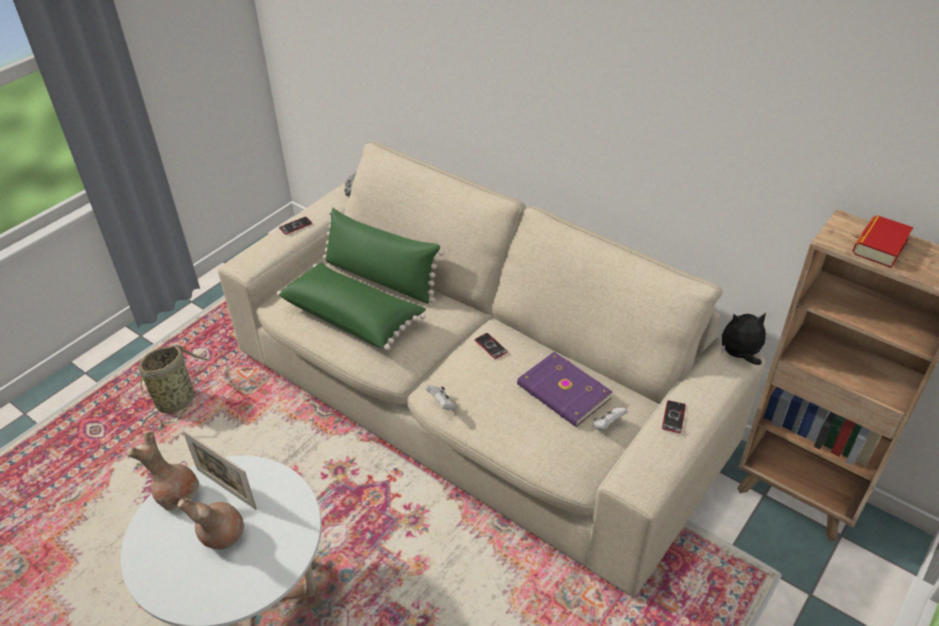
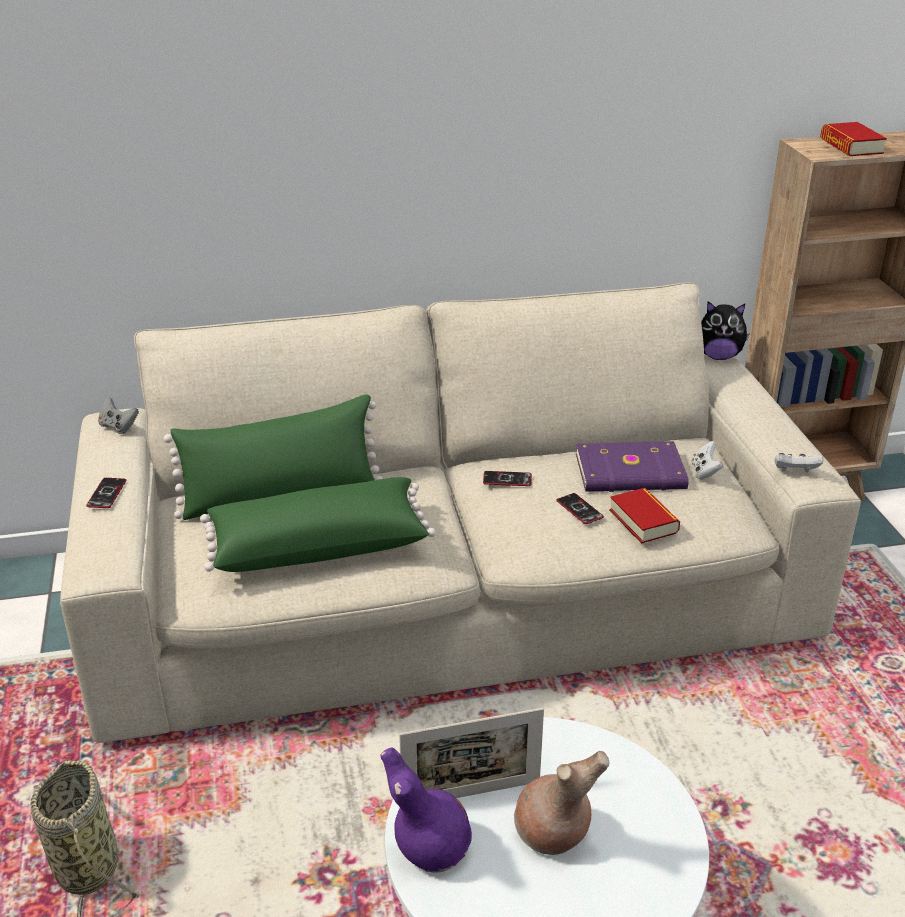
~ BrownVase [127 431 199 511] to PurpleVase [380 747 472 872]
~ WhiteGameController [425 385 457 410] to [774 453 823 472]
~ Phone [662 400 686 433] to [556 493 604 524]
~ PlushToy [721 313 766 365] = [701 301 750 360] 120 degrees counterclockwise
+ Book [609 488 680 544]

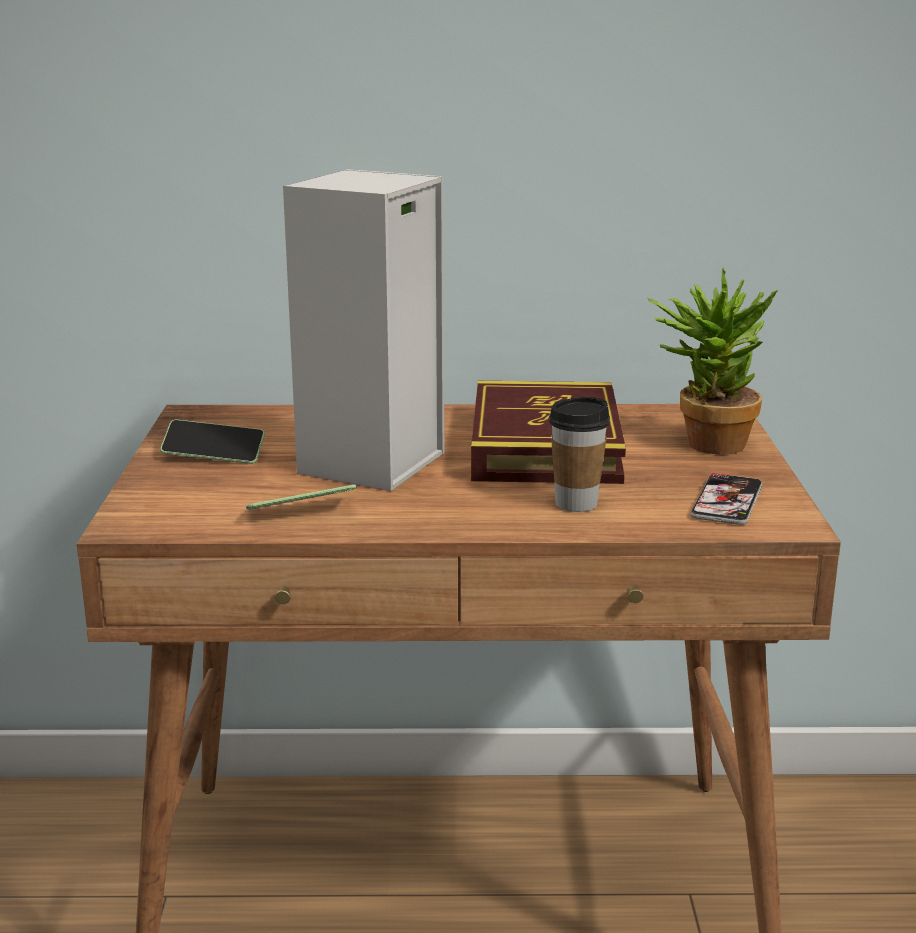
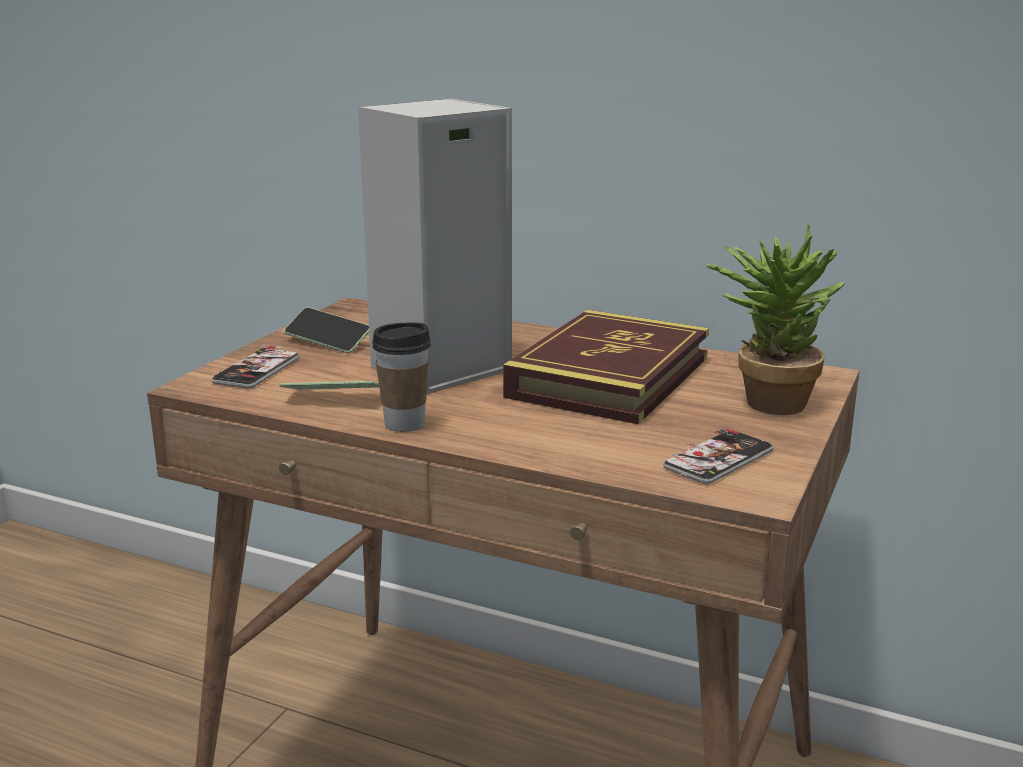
~ Cup [549 397 610 512] to [372 322 431 432]
+ Phone [211 345 299 388]

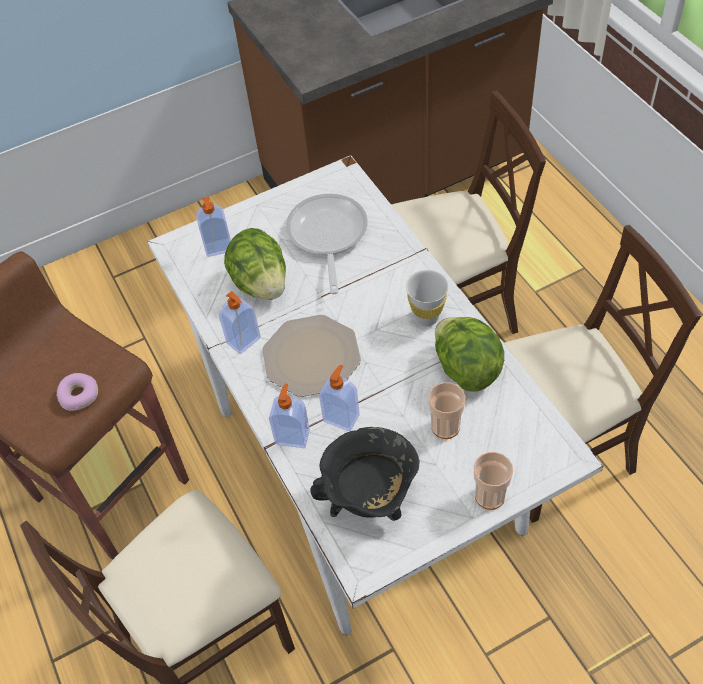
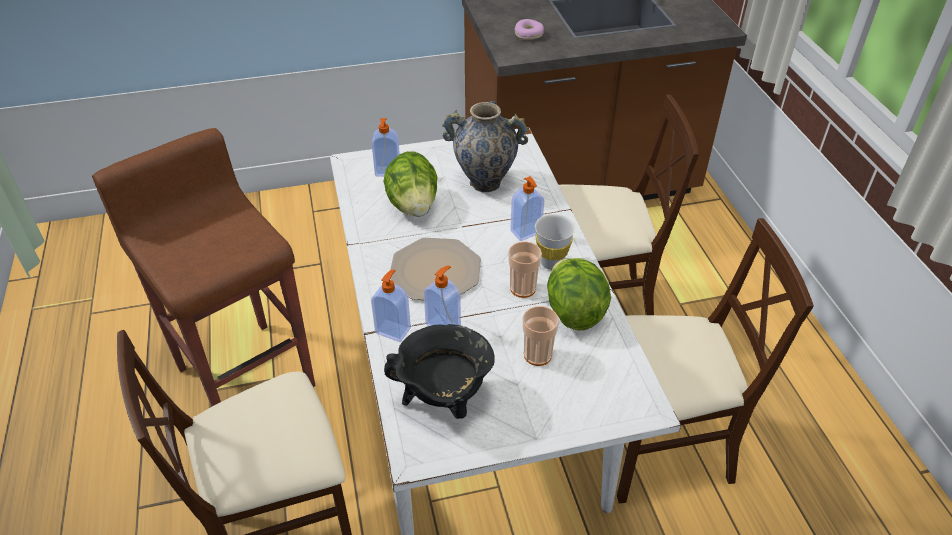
~ Donut [57 373 98 411] to [514 19 544 40]
~ SoapDispenser [219 291 261 354] to [510 176 544 241]
~ FryingPan [286 194 368 294] to Vase [442 101 529 192]
~ Cup [474 452 513 510] to [508 241 542 298]

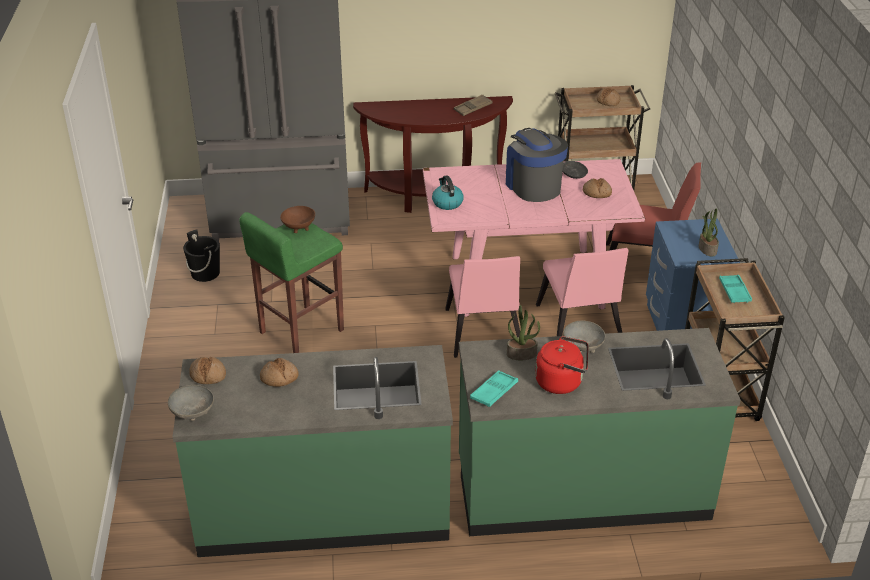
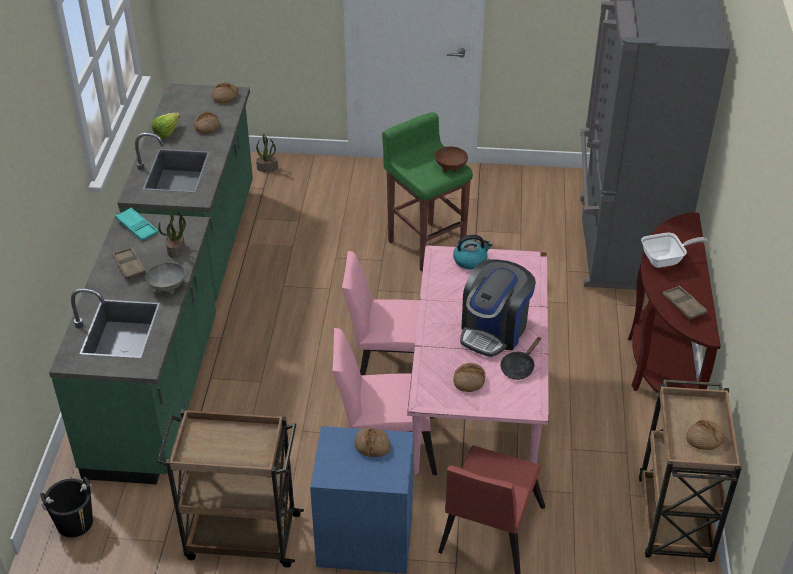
- GreyBowl [168 385 214 421]
~ BlackBucket [183 229 220 282] to [40 476 93 537]
~ CoffeeMachine [506 128 568 202] = [460 260 536 357] 135 degrees clockwise
~ RedKettle [535 336 588 394] to BrownTray [112 247 146 279]
~ PottedPlant [699 208 719 257] to [256 133 278 172]
- TurquoiseTray [719 275 752 303]
+ Lettuce [152 113 180 138]
+ Bread [355 427 390 457]
+ FryingPan [641 233 708 268]

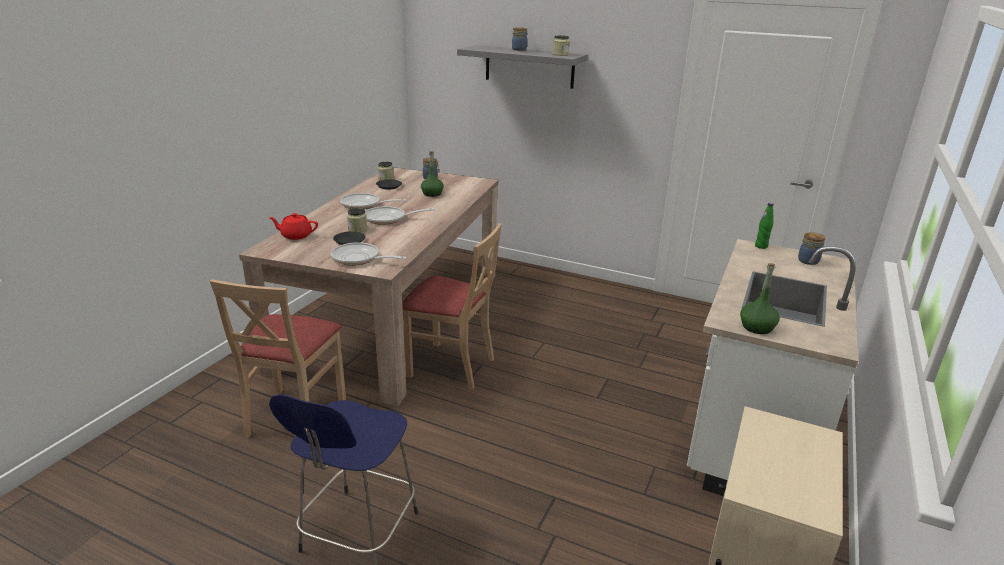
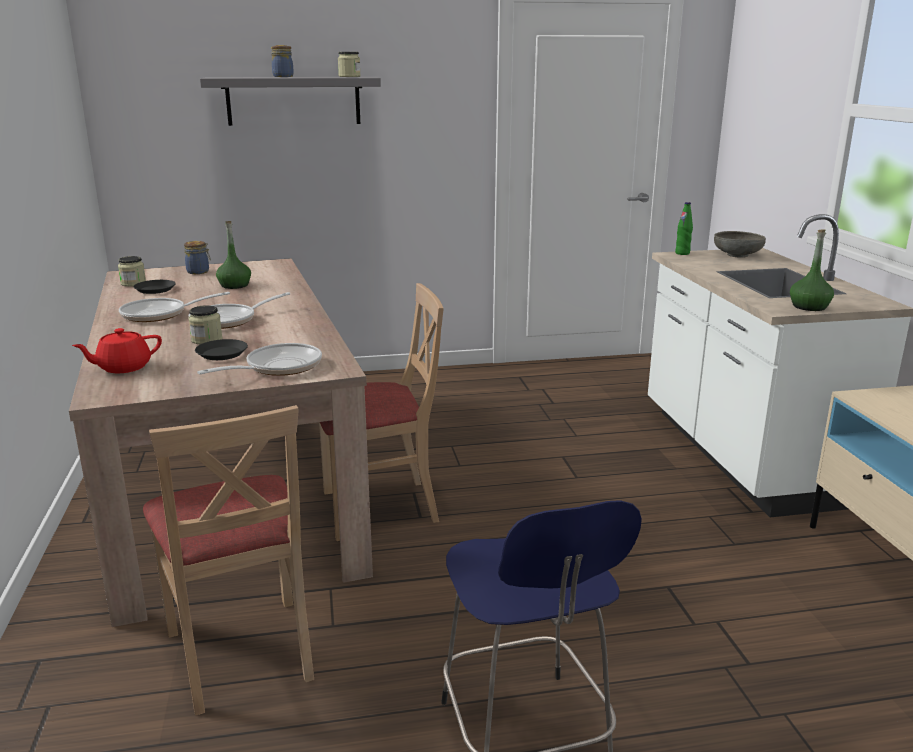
~ FryingPan [331 242 407 266] = [197 343 322 376] 150 degrees clockwise
~ Jar [798 232 825 265] to GreyBowl [714 231 766 258]

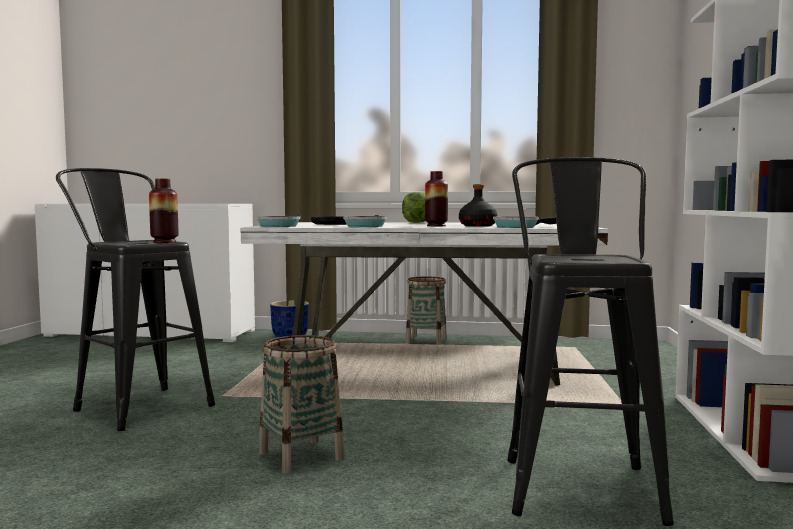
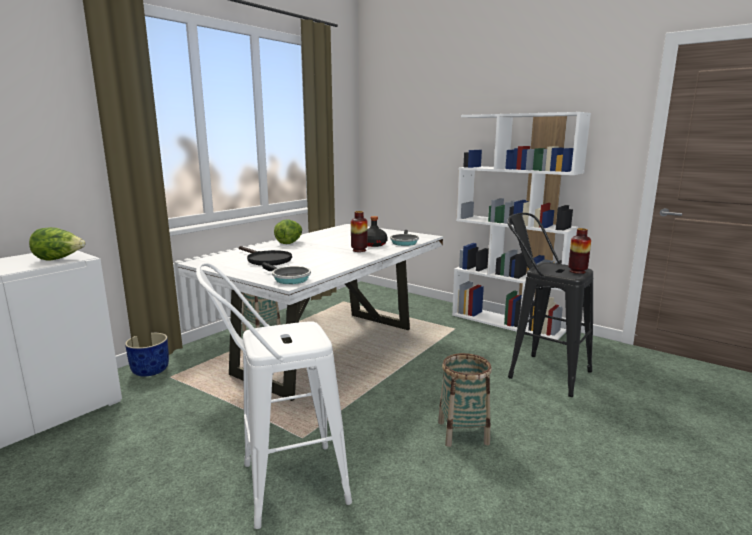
~ BlackStool [56 168 215 431] to WhiteStool [196 263 352 529]
~ Vase [149 178 178 243] to [568 228 591 274]
- FryingPan [343 215 387 227]
+ Lettuce [29 227 85 260]

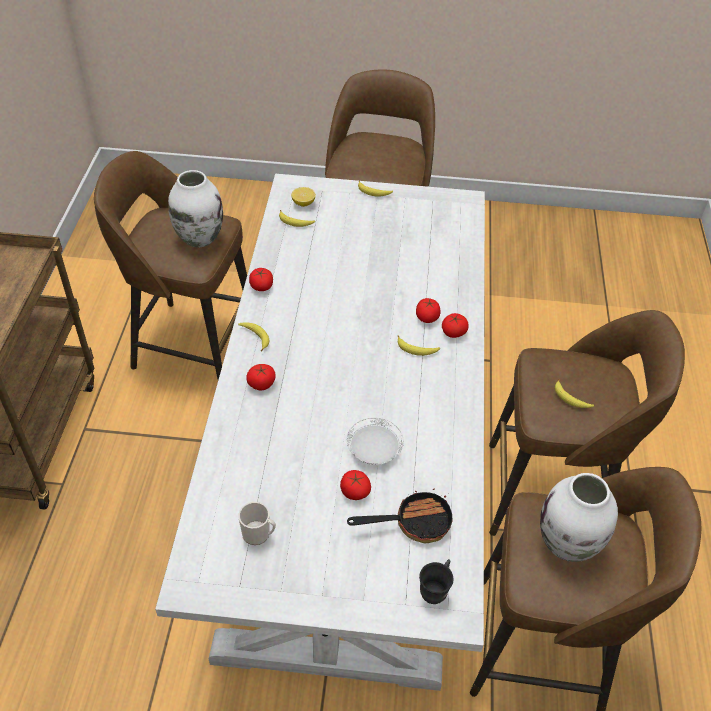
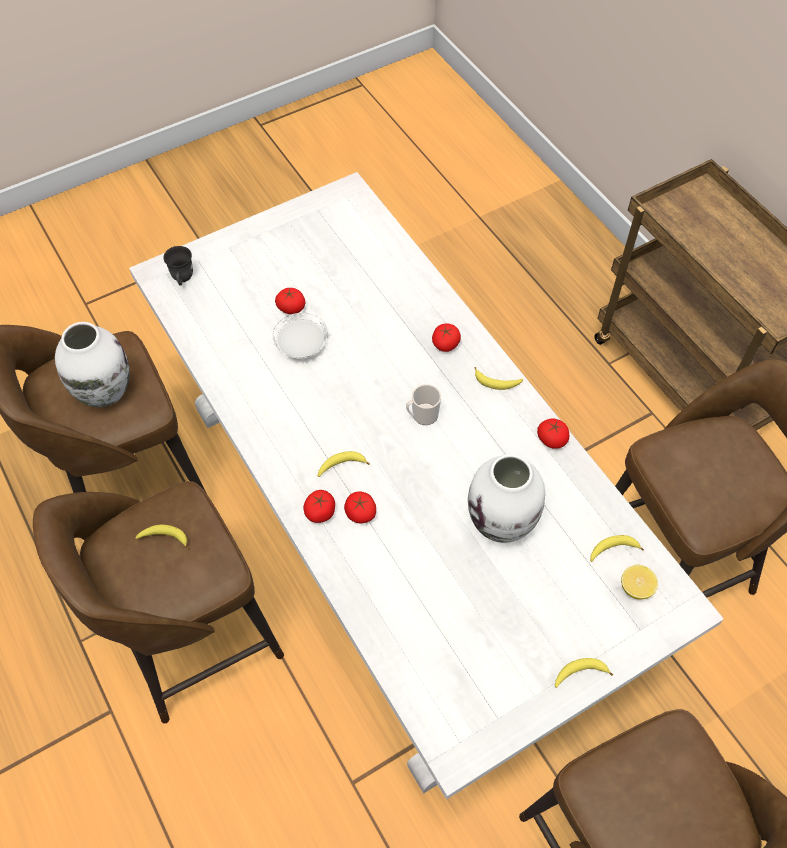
~ WhiteVase [168 170 223 248] to [468 454 545 543]
~ Mug [238 502 276 545] to [406 384 441 425]
- FryingPan [347 488 453 543]

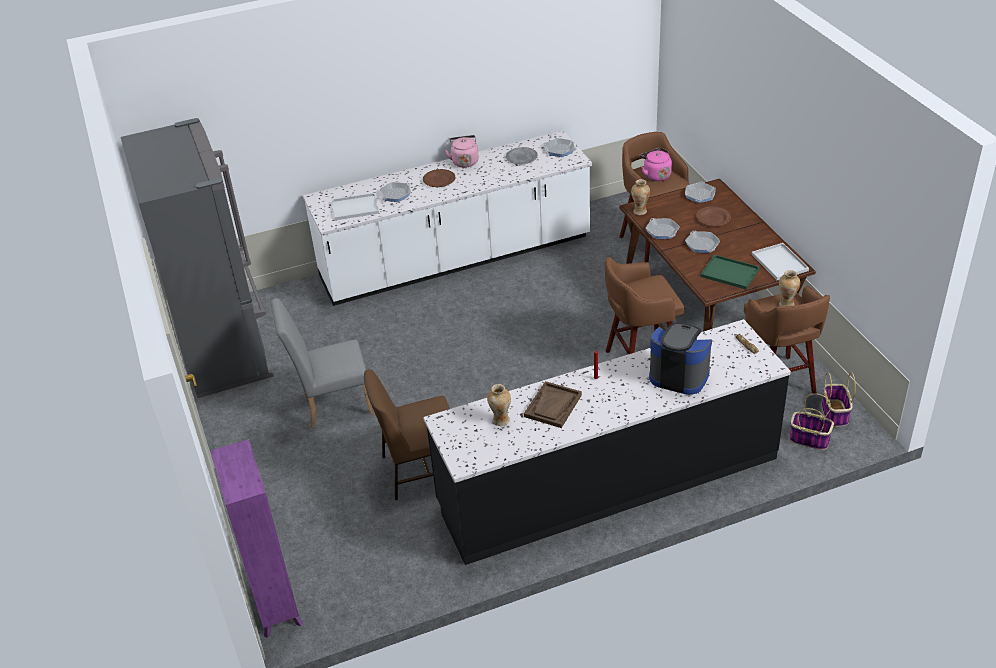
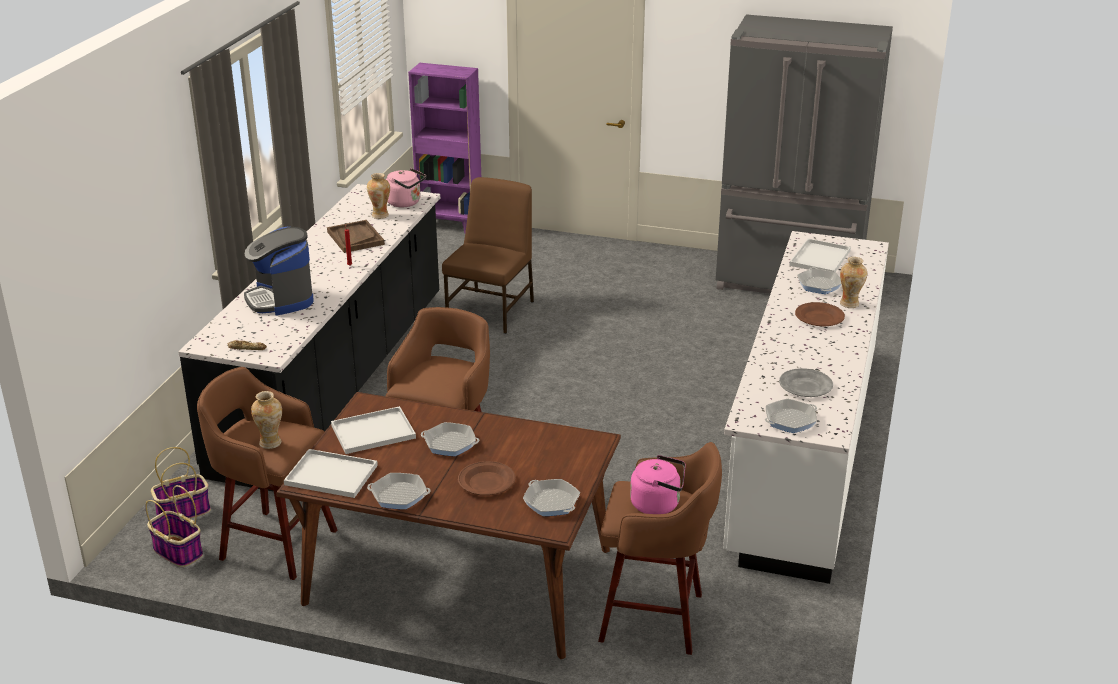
- GreyChair [271 298 374 428]
~ PinkKettle [445 135 479 168] to [386 168 426 207]
~ Vase [631 179 650 215] to [840 257 867 308]
~ FryingPan [646 218 680 239] to [367 473 431 509]
~ CoffeeMachine [649 323 712 395] = [244 227 314 316] 90 degrees clockwise
~ GreenTray [700 254 760 290] to WhiteTray [331 406 416 454]

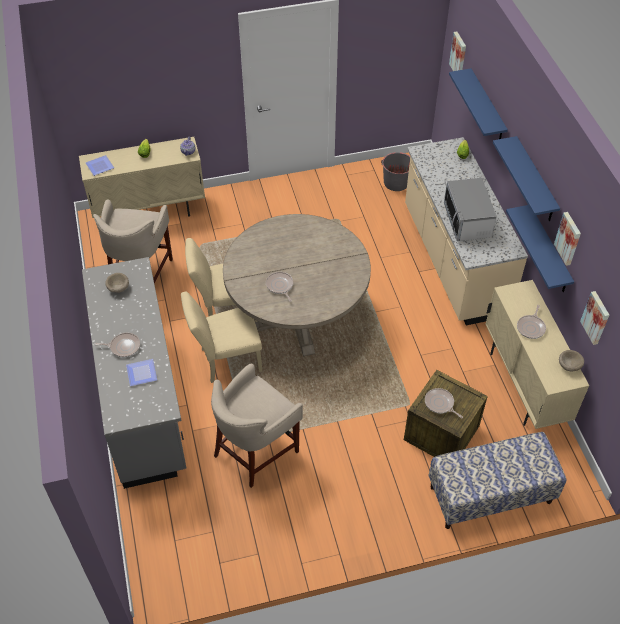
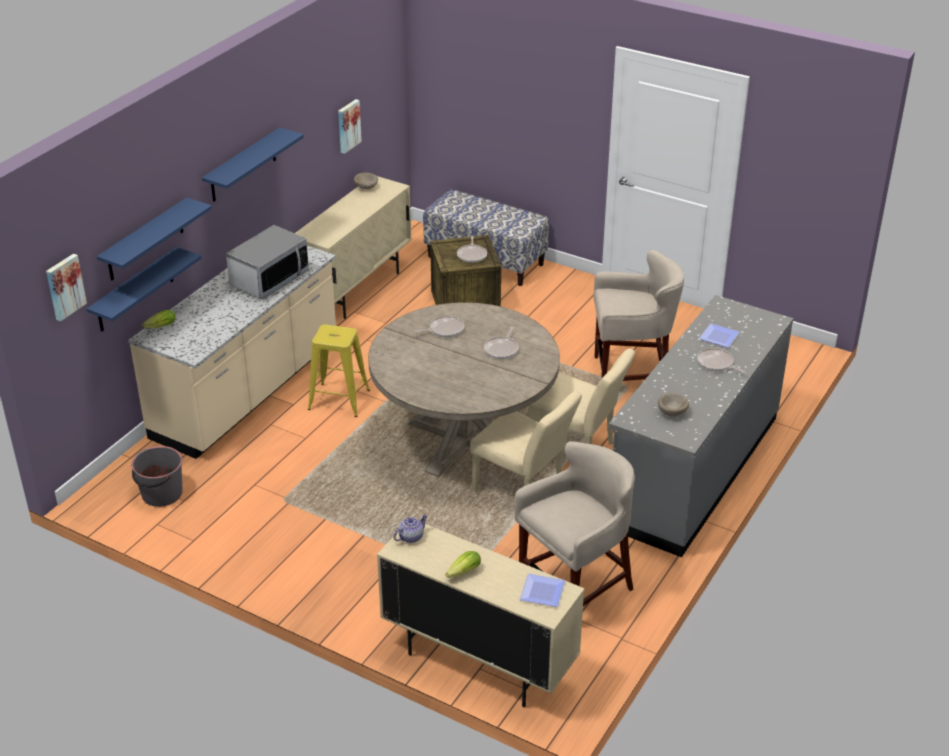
~ BlueShelf [506 205 574 292] to [87 247 201 331]
~ FryingPan [517 305 546 339] to [414 316 464 337]
- Picture [554 212 581 266]
+ YellowStool [308 324 370 417]

